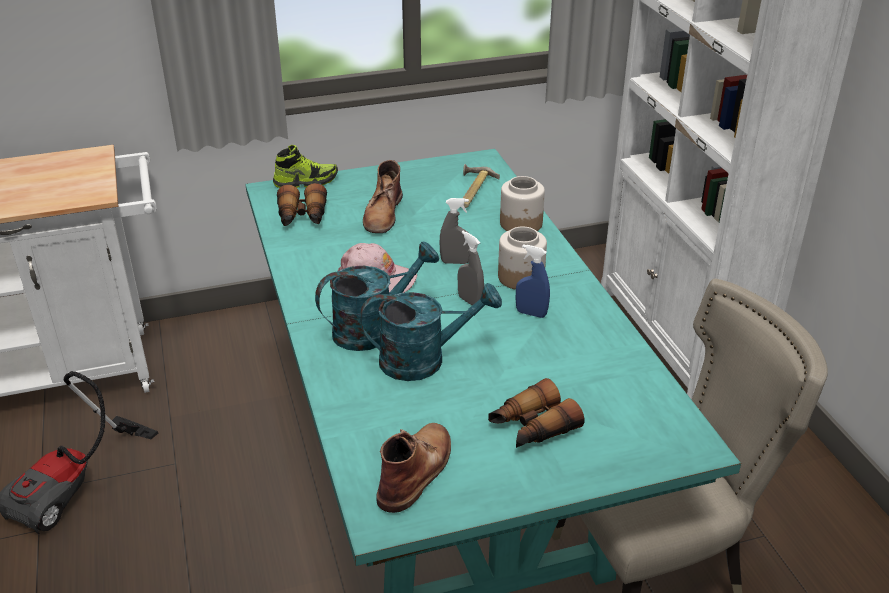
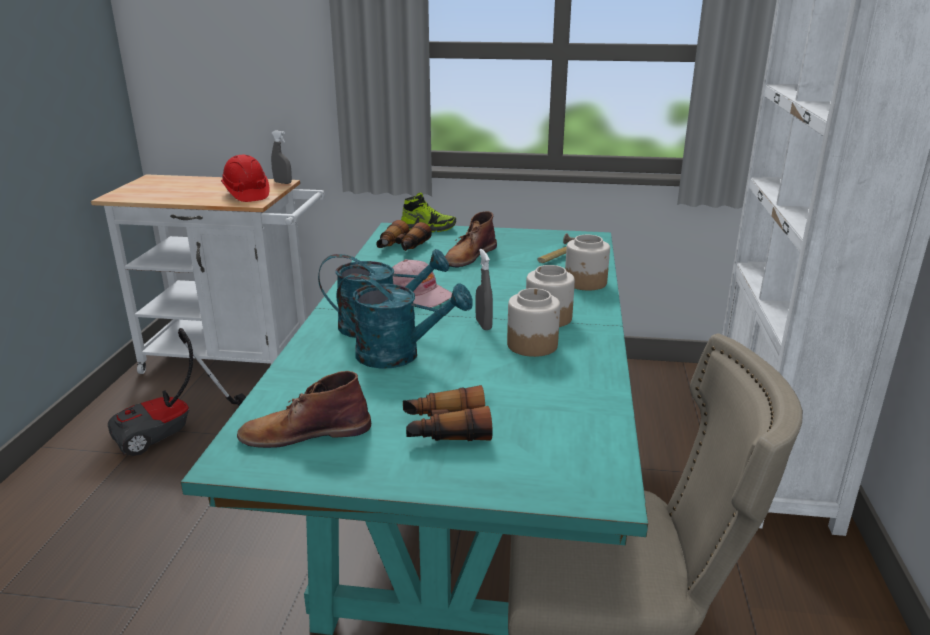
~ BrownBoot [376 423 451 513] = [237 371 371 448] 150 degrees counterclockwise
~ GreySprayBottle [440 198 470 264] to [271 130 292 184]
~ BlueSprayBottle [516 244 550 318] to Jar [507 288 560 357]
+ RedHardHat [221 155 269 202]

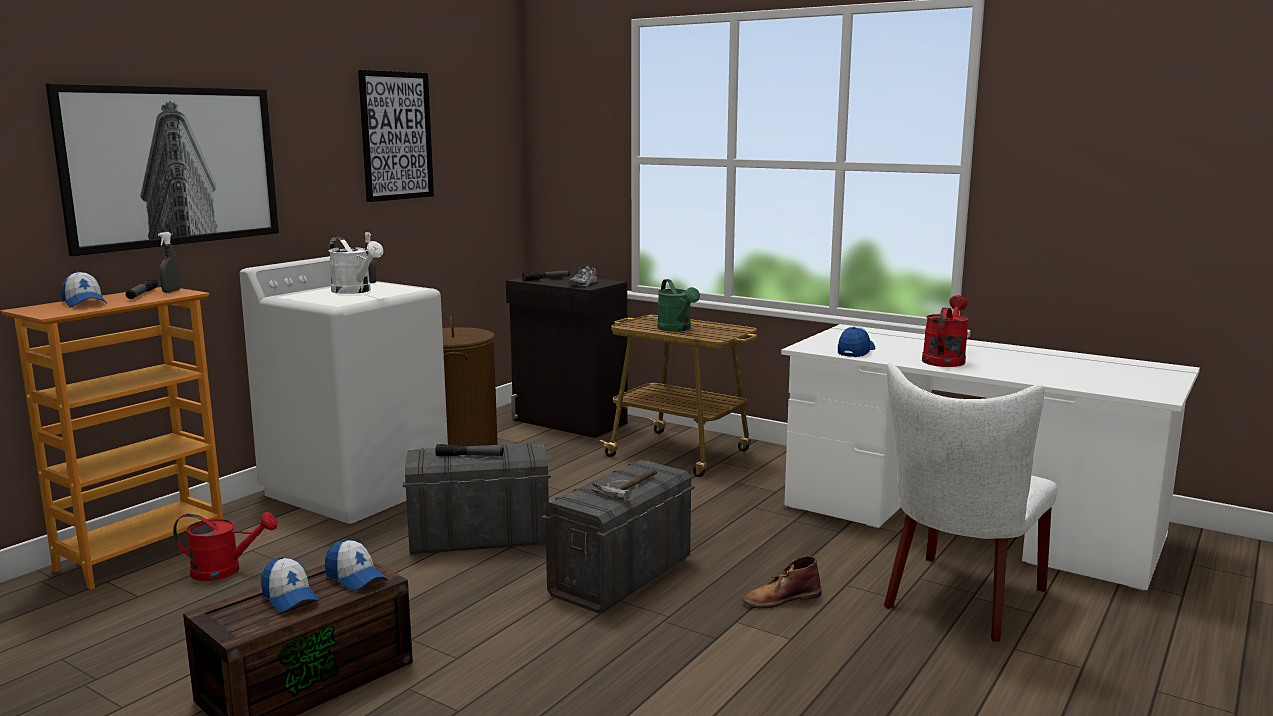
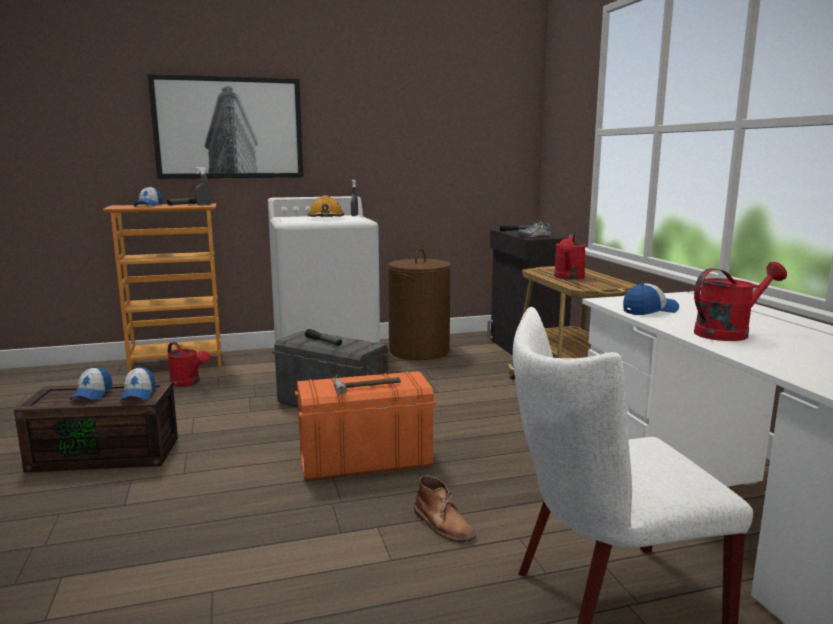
~ WhiteWateringCan [328 237 383 294] to OrangeHardHat [308 196 344 217]
- Picture [358 70 434 202]
~ GreyStorageBox [541 460 695 614] to OrangeStorageBox [295 371 436 480]
~ GreenWateringCan [657 279 700 332] to RedWateringCan [554 233 586 280]
~ BrownBoot [743 556 822 608] = [414 475 476 542] 150 degrees counterclockwise

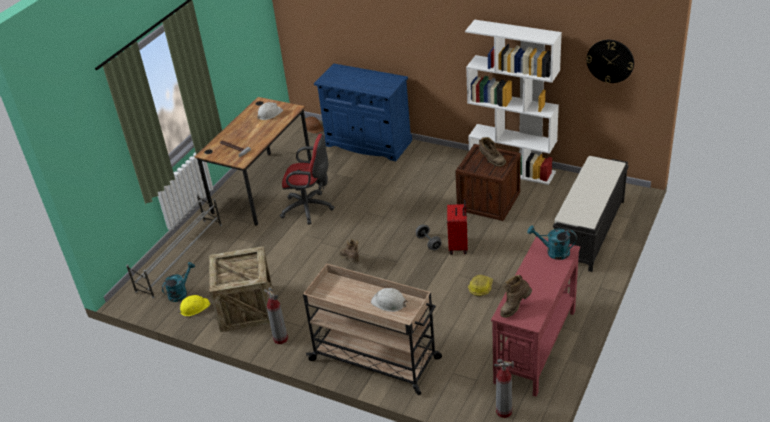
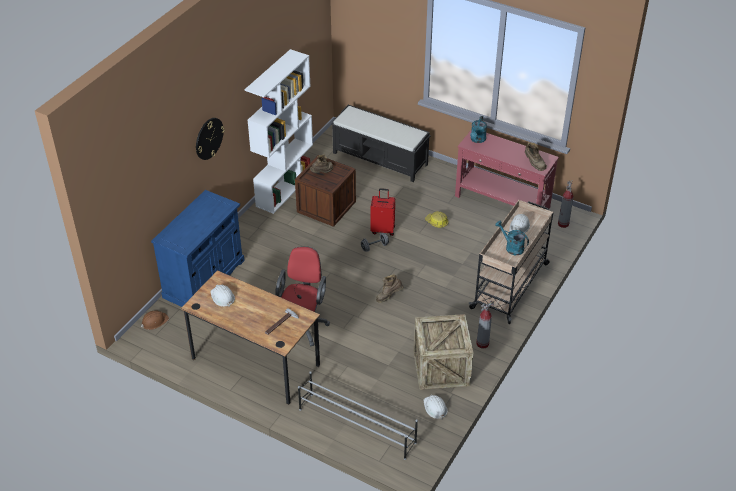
~ TurquoiseWateringCan [162 262 195 302] to [495 220 529 255]
~ YellowHardHat [178 295 210 316] to WhiteHardHat [424 395 448 419]
~ WallClock [586 40 634 83] to [196 118 225 160]

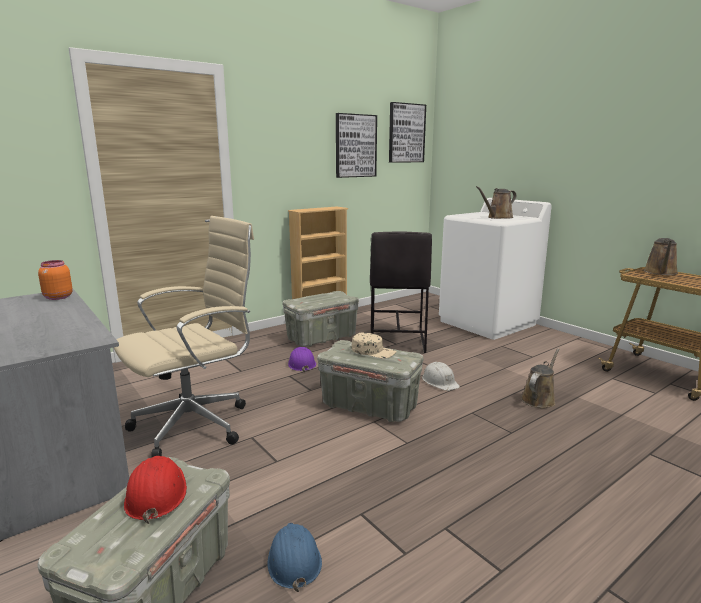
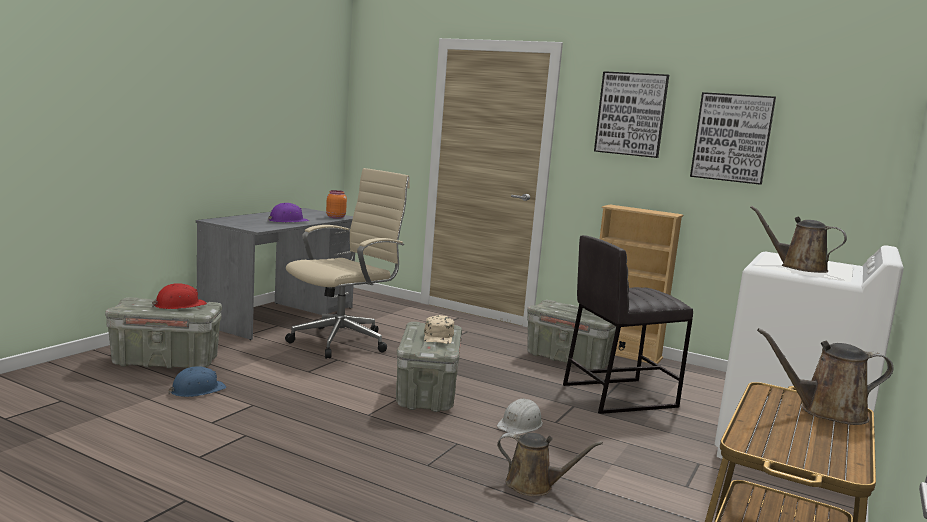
~ BeigeOfficeChair [113 216 254 458] = [285 168 410 359] 75 degrees counterclockwise
~ PurpleHardHat [288 347 316 372] to [268 203 309 222]
~ Picture [389 102 426 163] to [594 71 669 158]

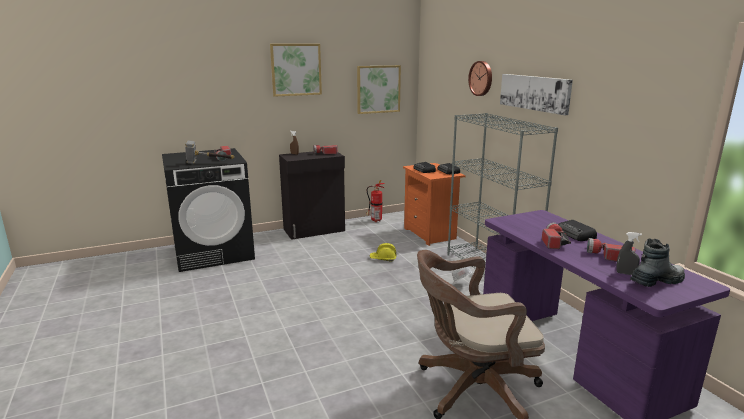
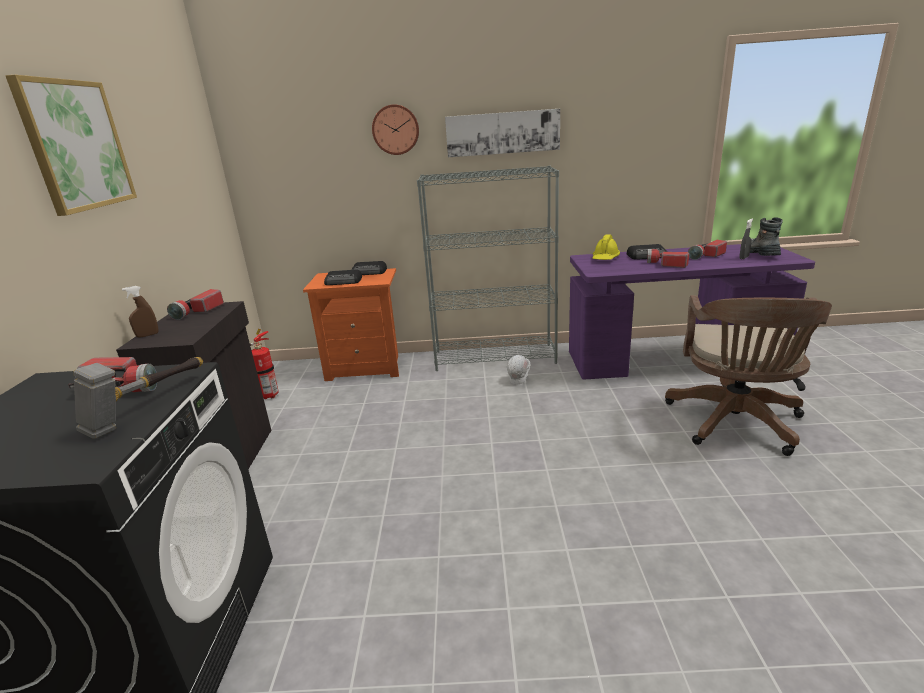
- Picture [357 65 401 114]
~ YellowHardHat [369 243 396 262] to [592 234 620 260]

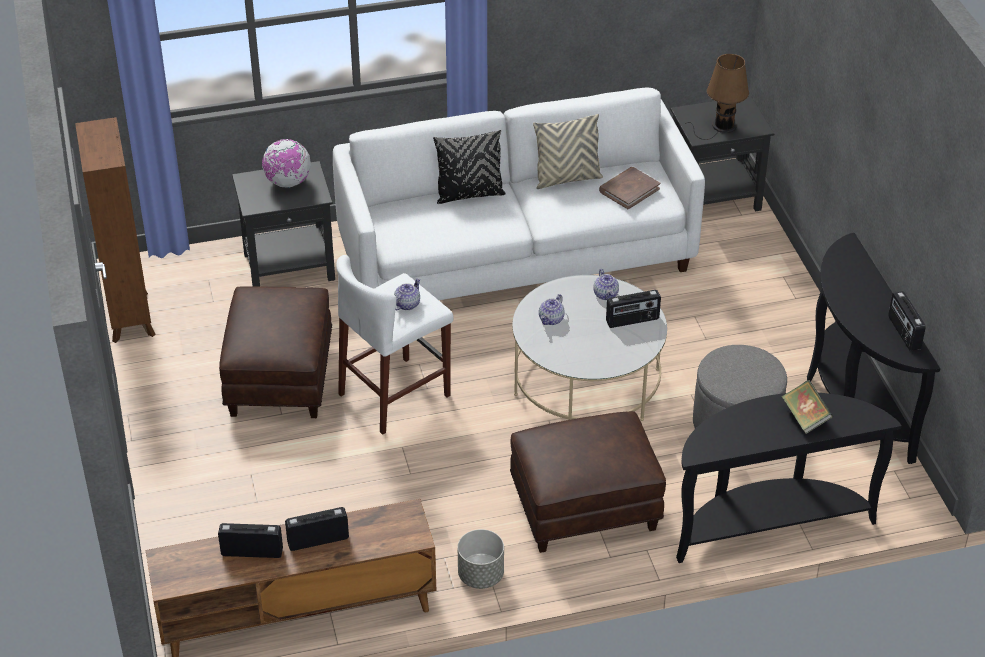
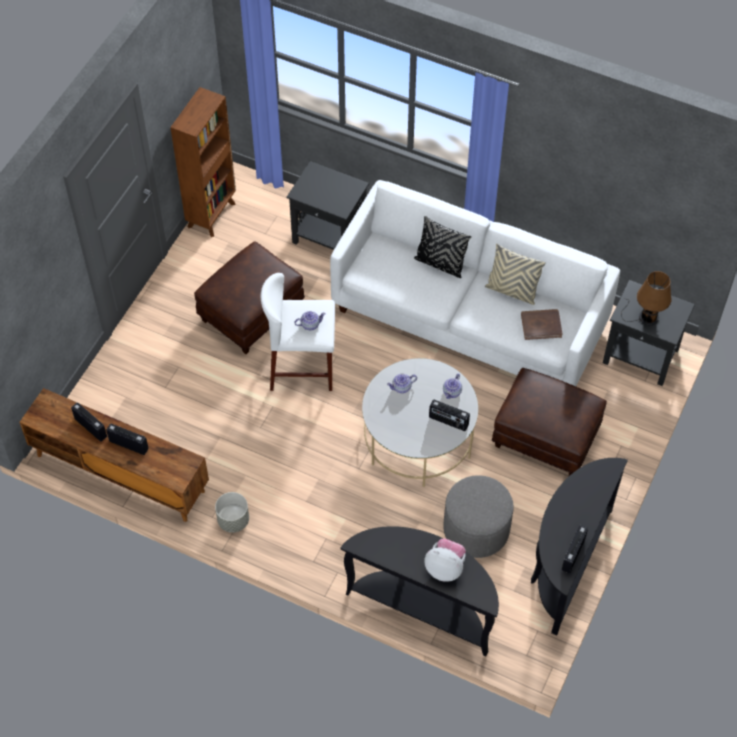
- Globe [262 139 311 188]
~ BrownOttoman [510 411 666 553] to [492 368 607 476]
~ Book [782 380 833 434] to PlushToy [425 538 466 582]

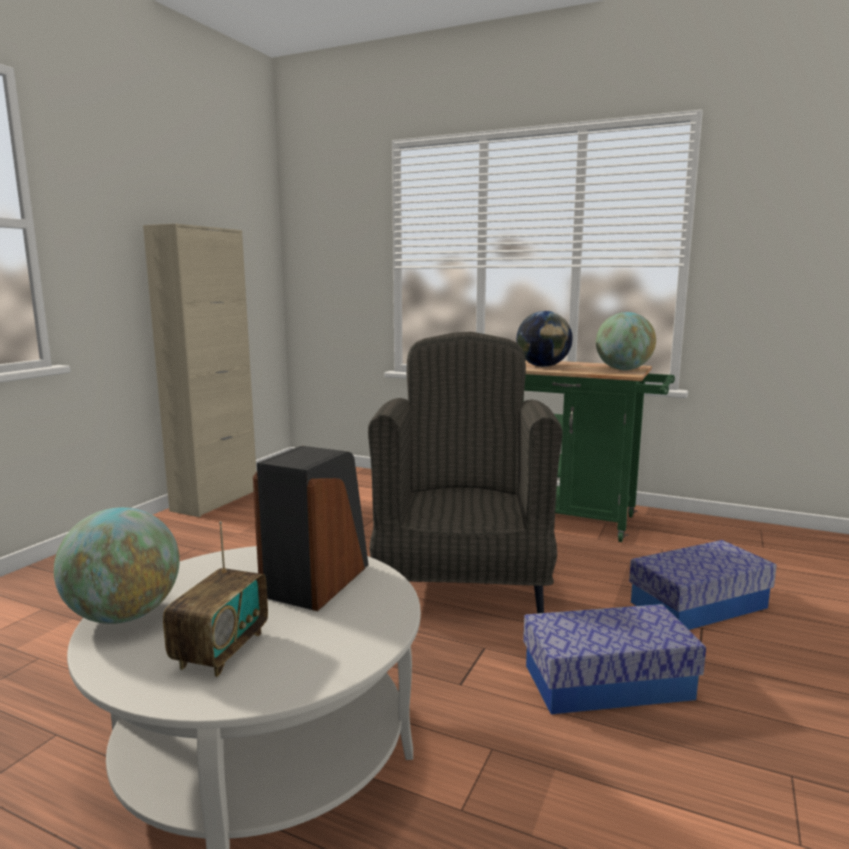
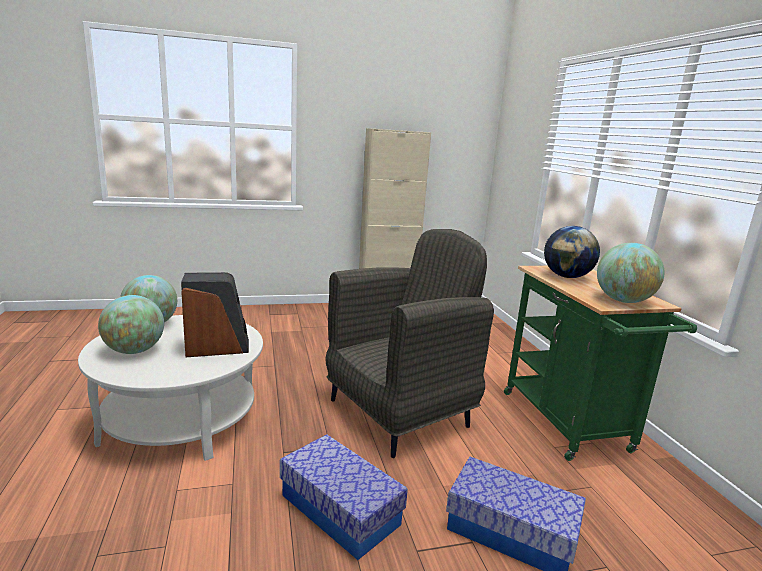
~ Radio [163 521 268 677] to Globe [98 295 164 354]

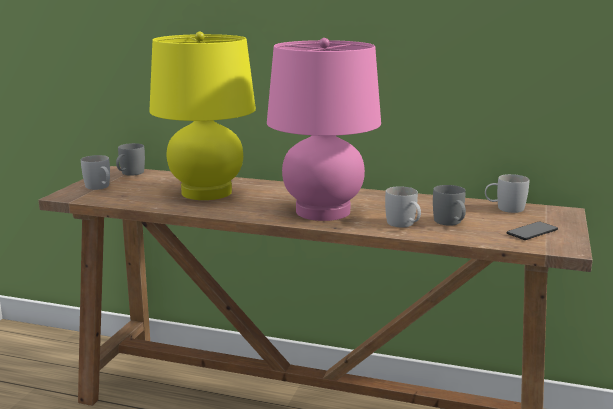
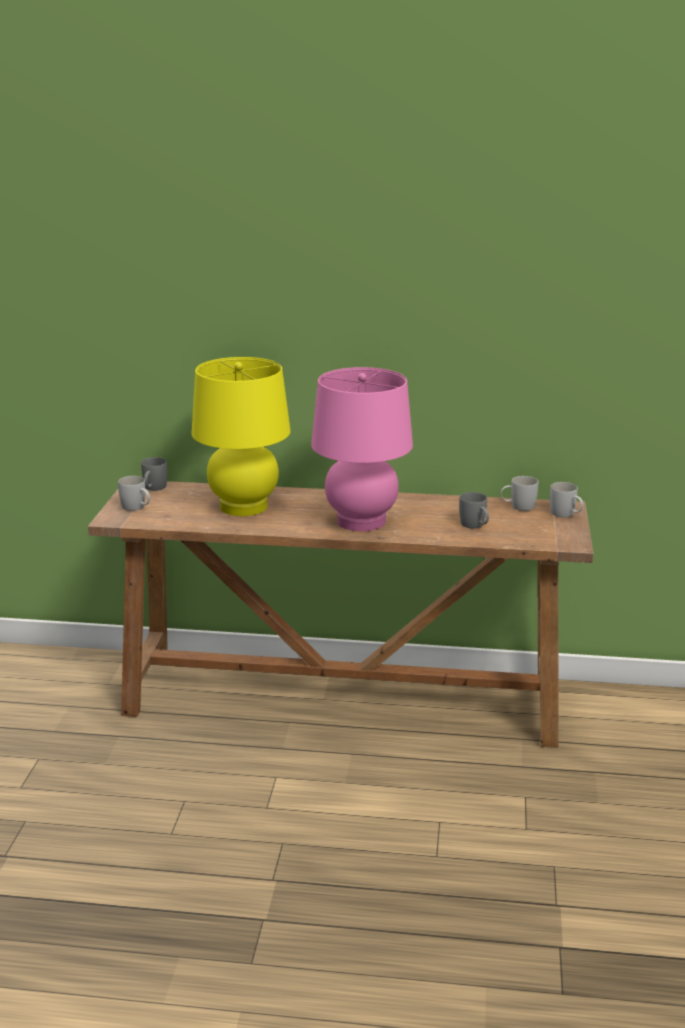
~ WhiteMug [385 186 421 227] to [550 482 583 517]
- Phone [507 221 558 240]

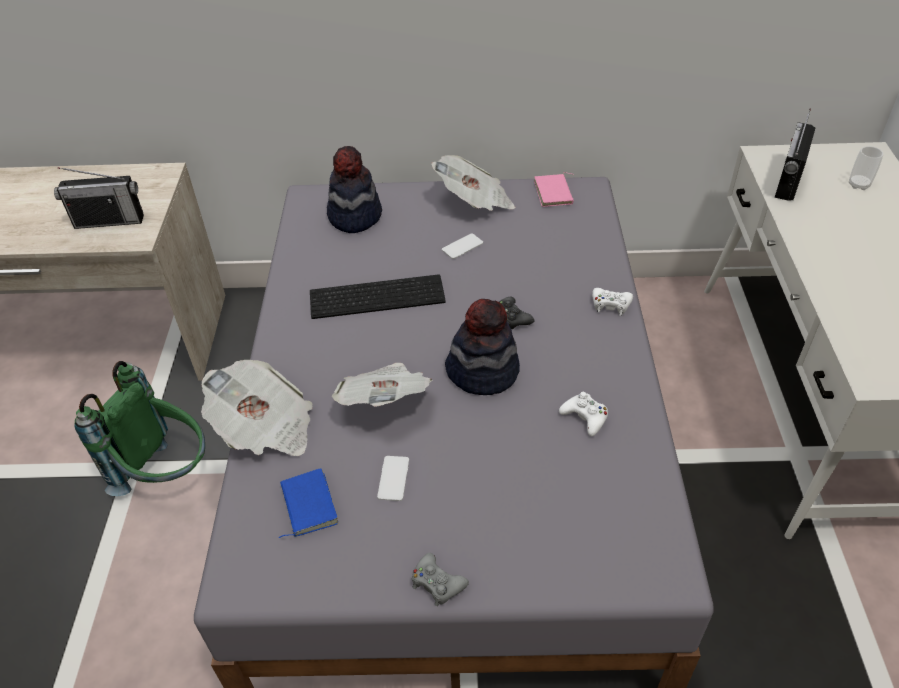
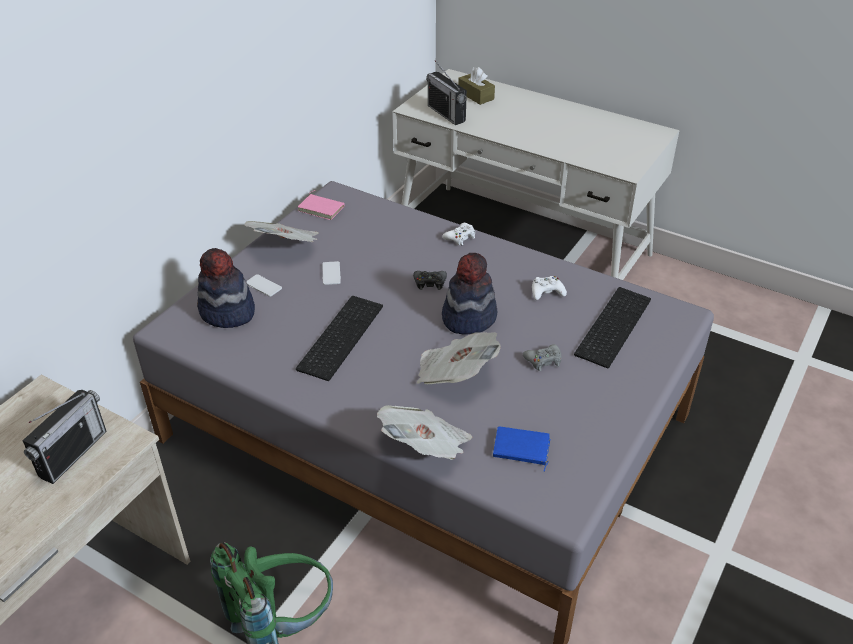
~ Phone [377 456 409 501] to [247 274 282 297]
~ GreyGameController [412 553 469 606] to [523 344 562 371]
~ Cup [849 146 884 190] to BrownTissueBox [458 67 495 105]
+ Keyboard [574 287 651 368]

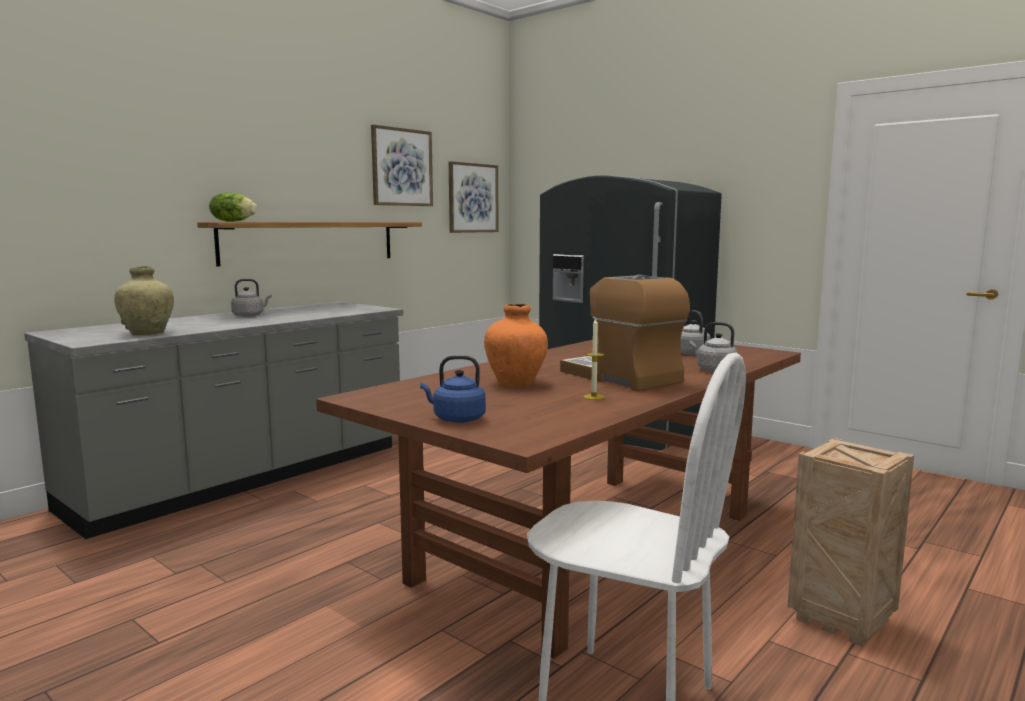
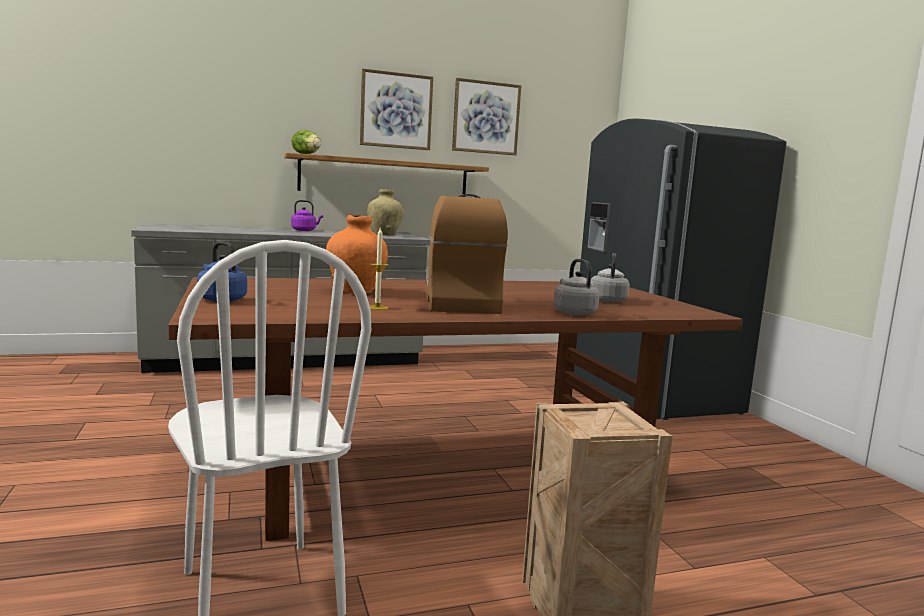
~ BeigeVase [114 266 174 335] to [367 189 404 235]
~ GreyKettle [231 279 272 317] to PurpleKettle [291 200 323 231]
~ Picture [449 161 498 233] to [360 69 434 150]

